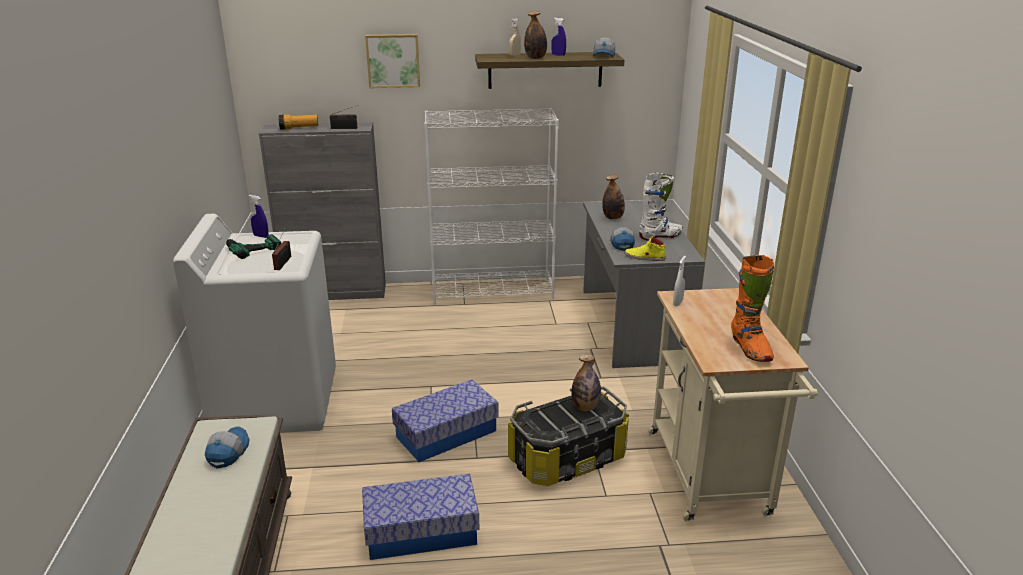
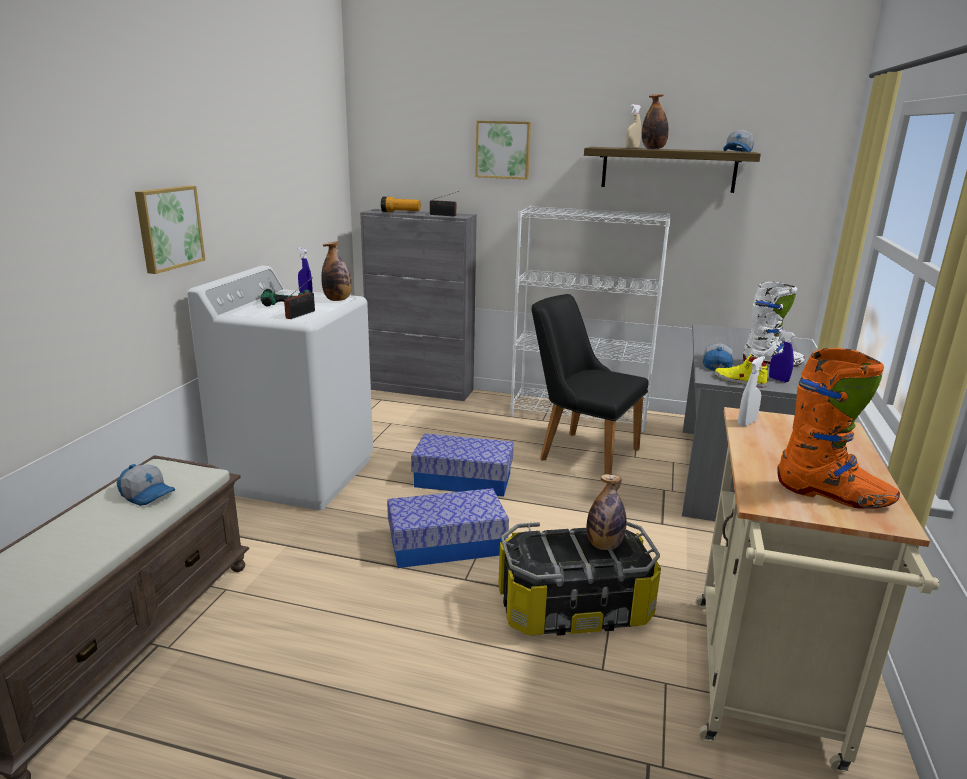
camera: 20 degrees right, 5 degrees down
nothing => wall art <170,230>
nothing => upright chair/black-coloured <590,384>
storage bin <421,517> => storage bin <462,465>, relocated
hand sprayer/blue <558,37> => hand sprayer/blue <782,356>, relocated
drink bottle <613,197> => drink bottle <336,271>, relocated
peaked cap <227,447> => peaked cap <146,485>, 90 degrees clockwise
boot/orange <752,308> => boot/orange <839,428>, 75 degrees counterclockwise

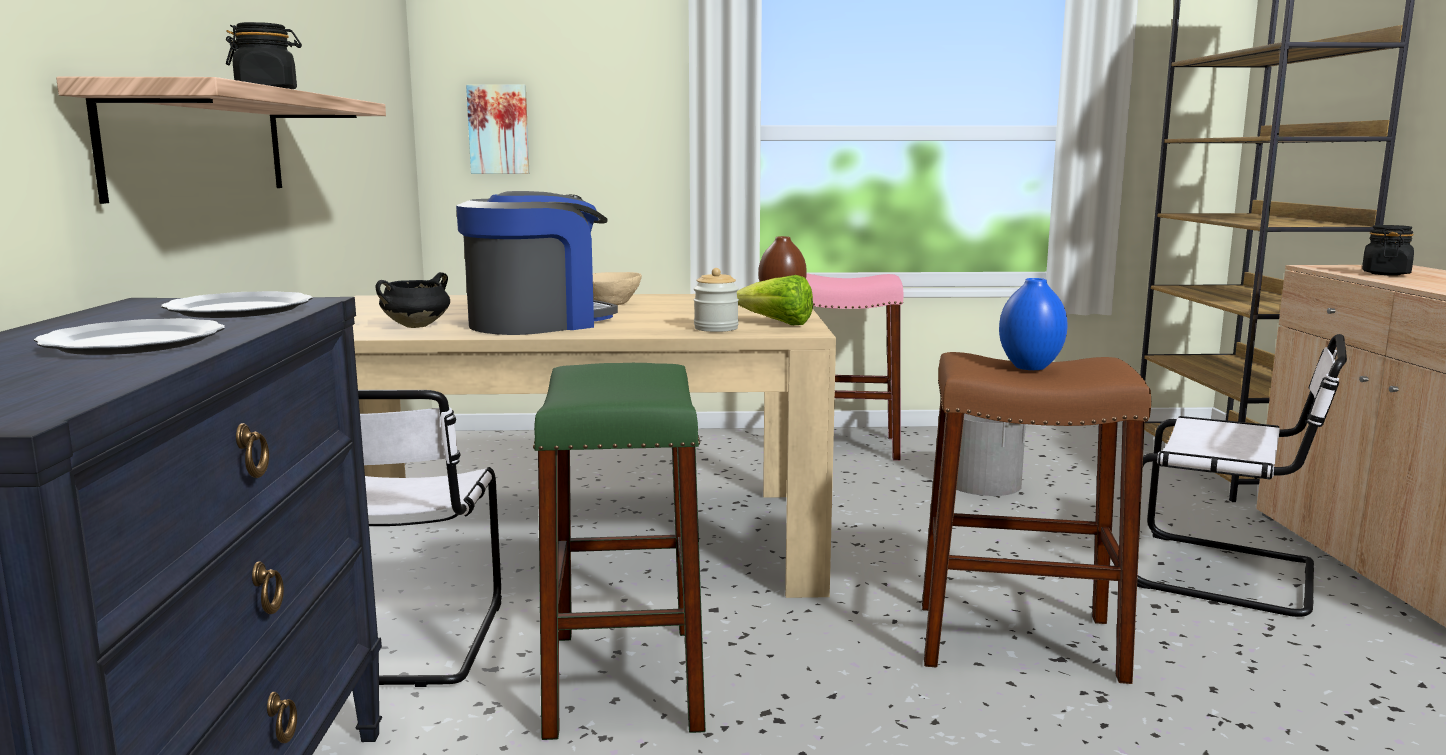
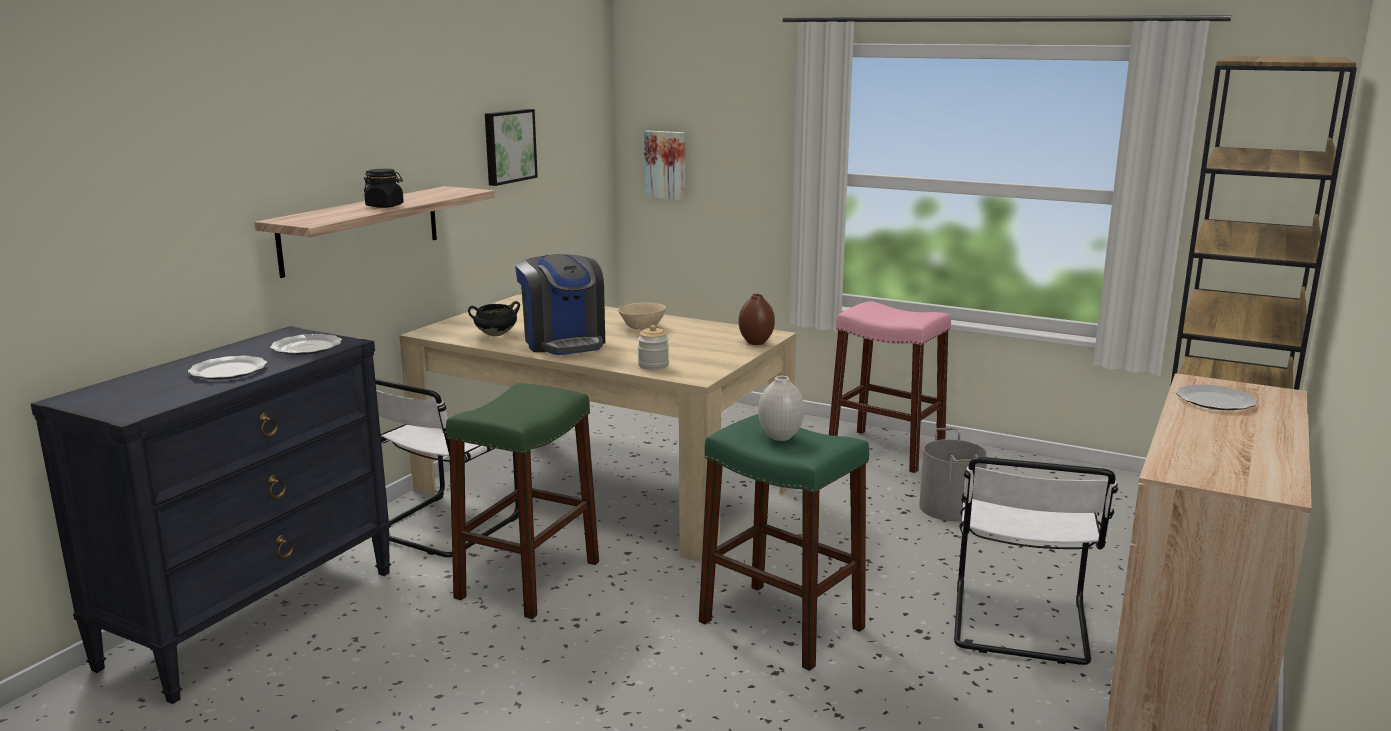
camera: 30 degrees right, 5 degrees up
lettuce <775,300> => nothing
nothing => wall art <511,147>
preserve jar/black-coloured <1388,250> => plate <1216,397>
sitting stool/brownish <1036,518> => sitting stool/greenish <784,542>
vase/blue <1033,324> => vase/white-coloured <781,408>
coffee maker <537,263> => coffee maker <560,304>, 75 degrees clockwise
upright chair/white-coloured <1242,475> => upright chair/white-coloured <1036,561>, 45 degrees clockwise

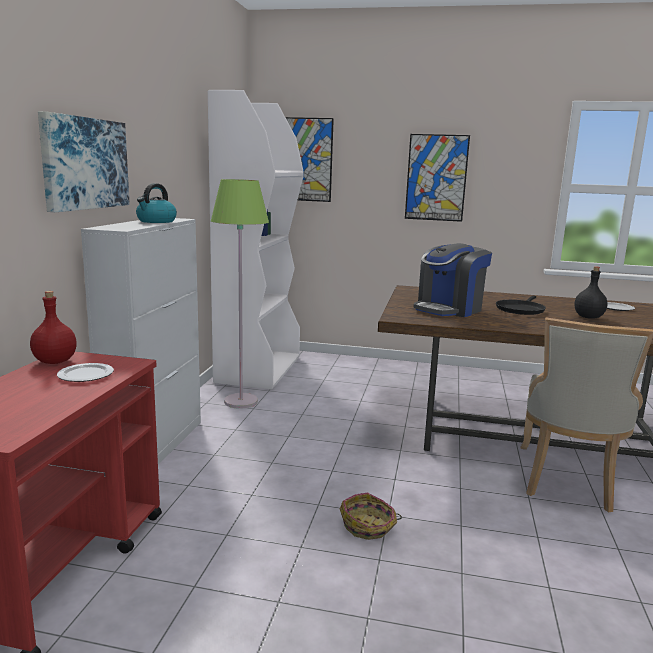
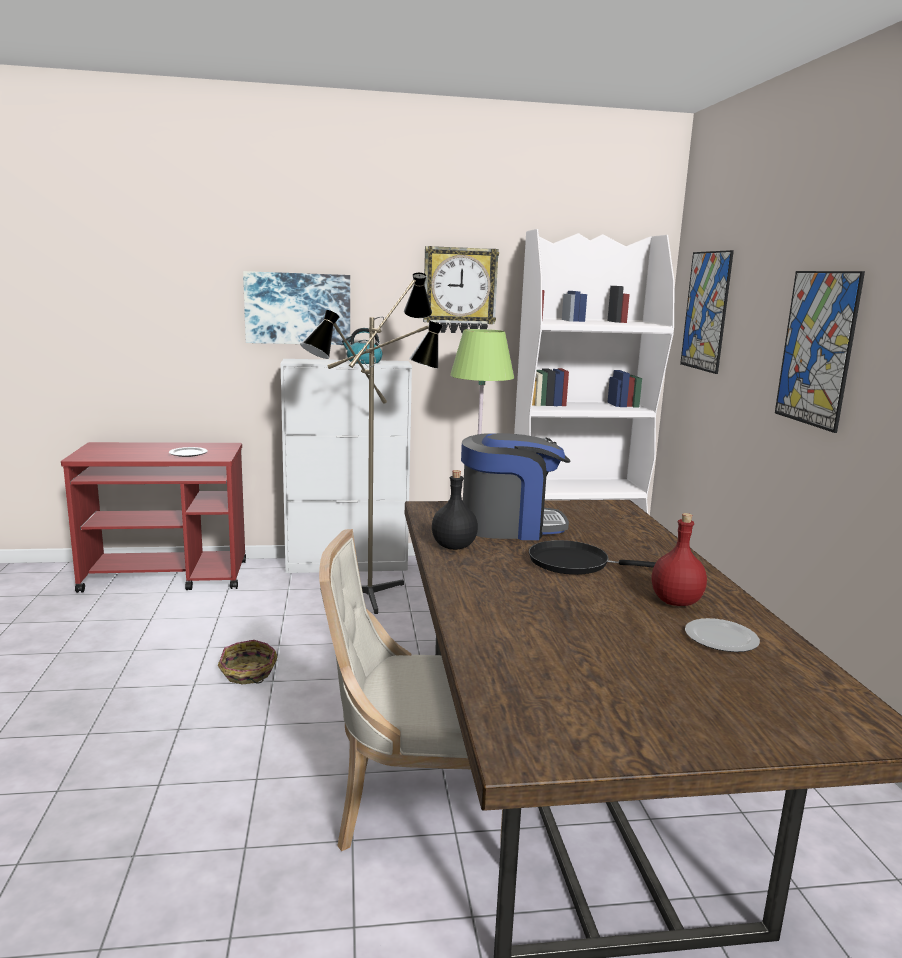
camera: 70 degrees right, 0 degrees up
nothing => standard lamp <371,443>
nothing => wall clock <461,289>
drink bottle/red-coloured <53,327> => drink bottle/red-coloured <679,559>, relocated
drink bottle/black-coloured <591,292> => drink bottle/black-coloured <455,510>, relocated
coffee maker <452,280> => coffee maker <515,486>, 150 degrees clockwise

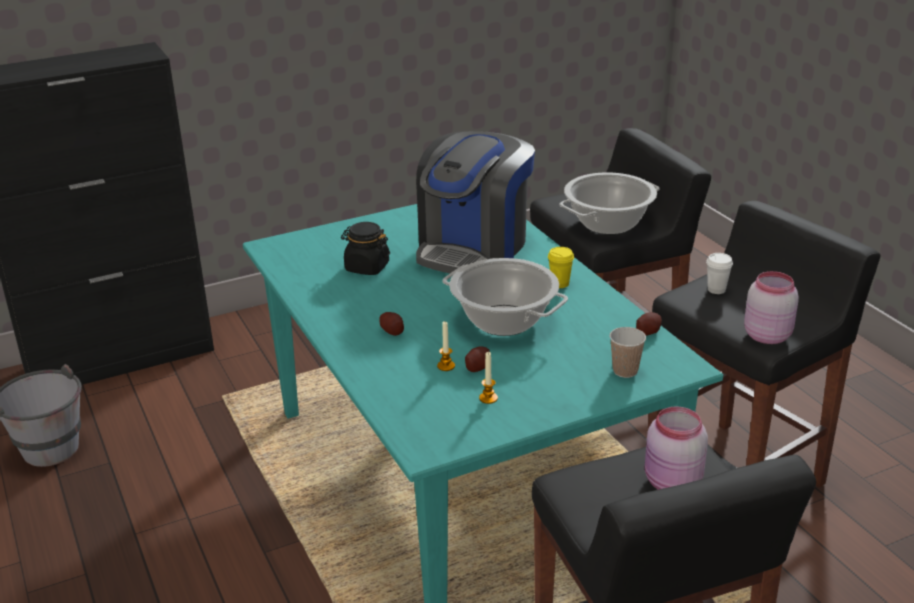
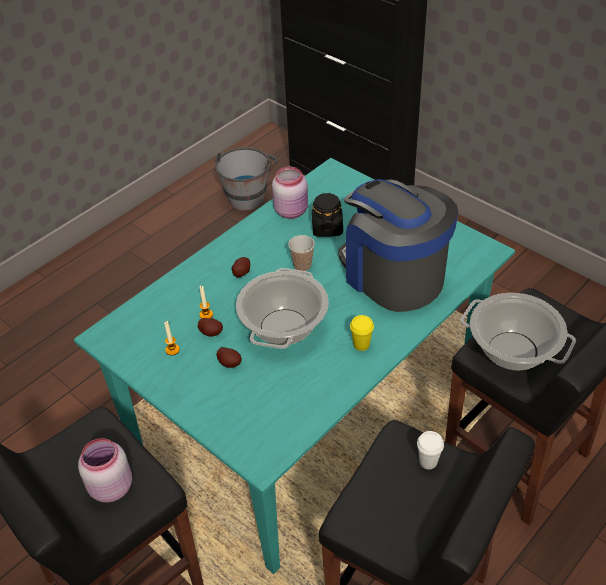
camera: 70 degrees right, 15 degrees up
cup <627,352> => cup <301,253>, relocated
spud <649,324> => spud <229,357>, relocated
preserve jar/pink-coloured <771,307> => preserve jar/pink-coloured <290,193>, relocated
coffee maker <475,202> => coffee maker <398,245>, 45 degrees clockwise

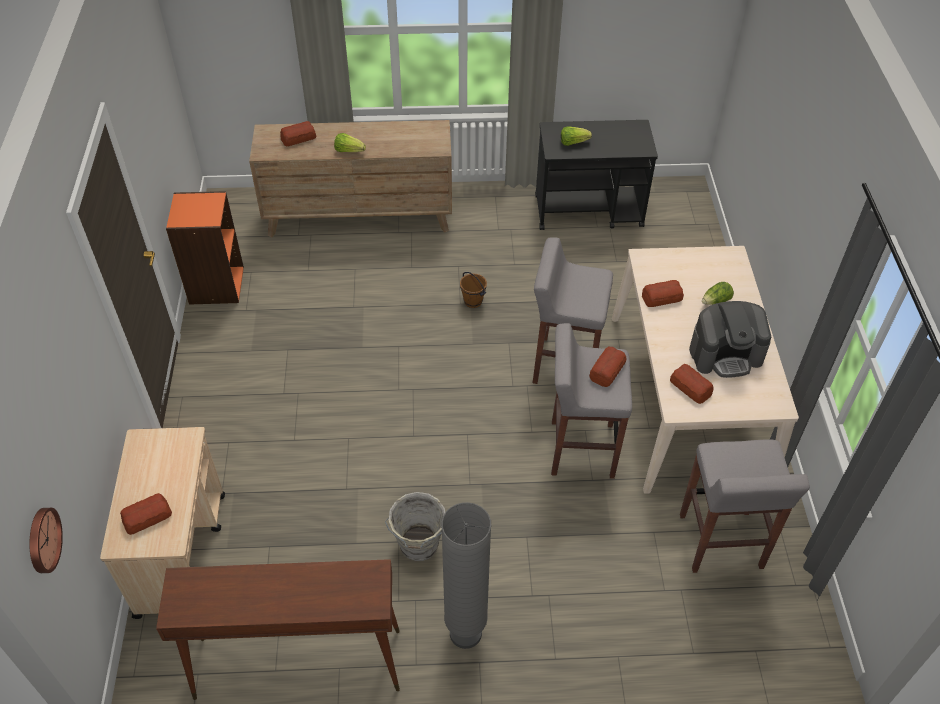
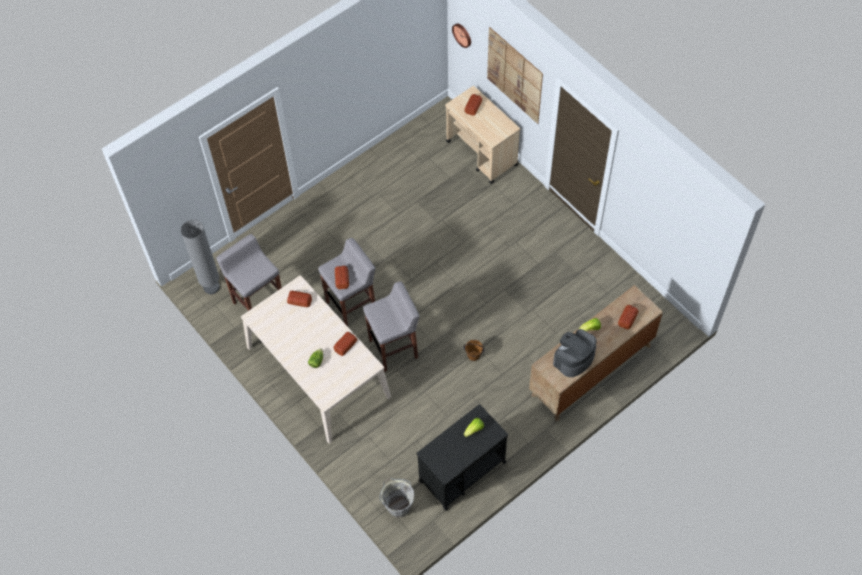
camera: 145 degrees right, 10 degrees up
hall table/brownish <278,629> => nothing
bookcase/orange <205,248> => nothing
nothing => wall art <515,75>
bucket/gray <415,526> => bucket/gray <397,498>, relocated
standard lamp/gray <466,575> => standard lamp/gray <200,257>, relocated
coffee maker <730,339> => coffee maker <574,353>, relocated

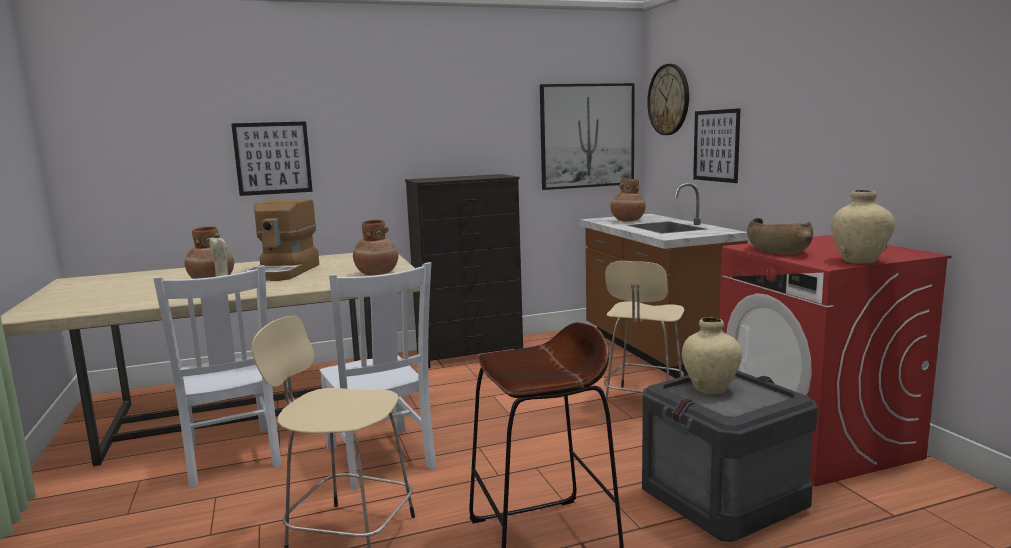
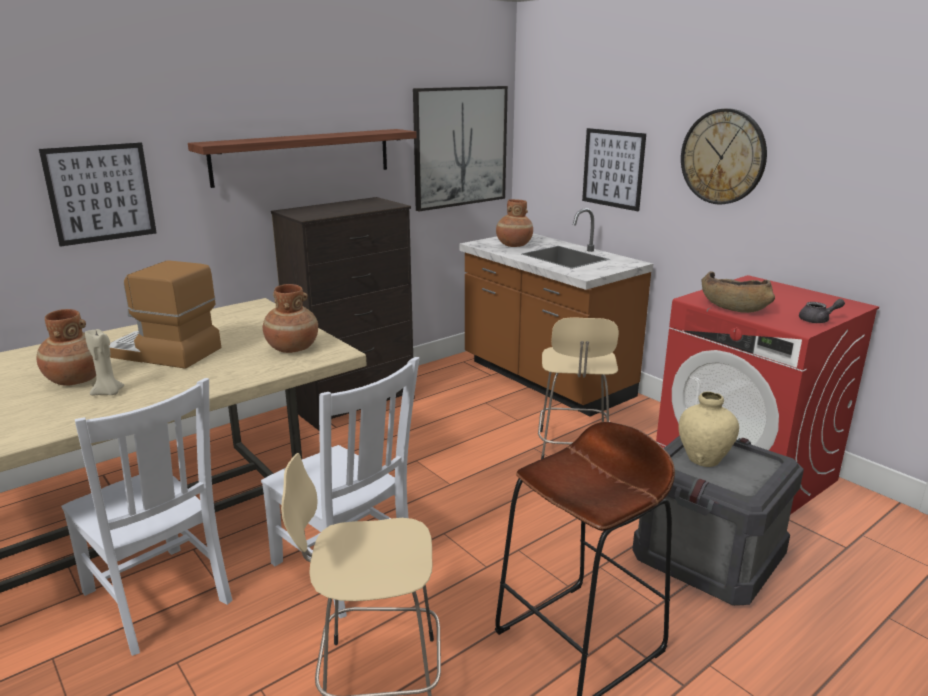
camera: 20 degrees left, 10 degrees up
nothing => bracket shelf <302,158>
wall clock <668,99> => wall clock <724,156>, relocated
vase/sand-coloured <863,227> => pot for tea/gray <822,311>
coffee maker <282,240> => coffee maker <165,314>, 120 degrees clockwise

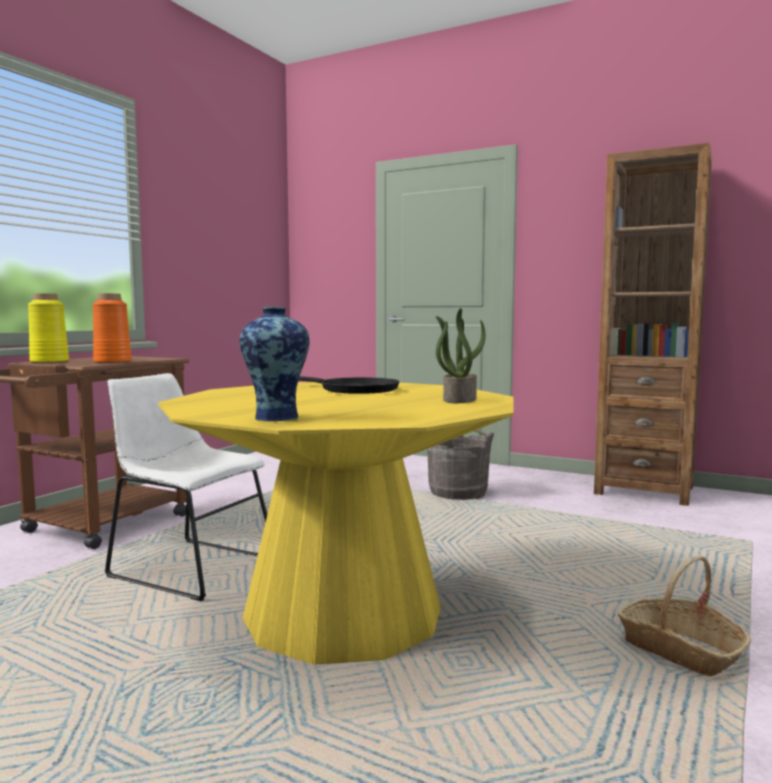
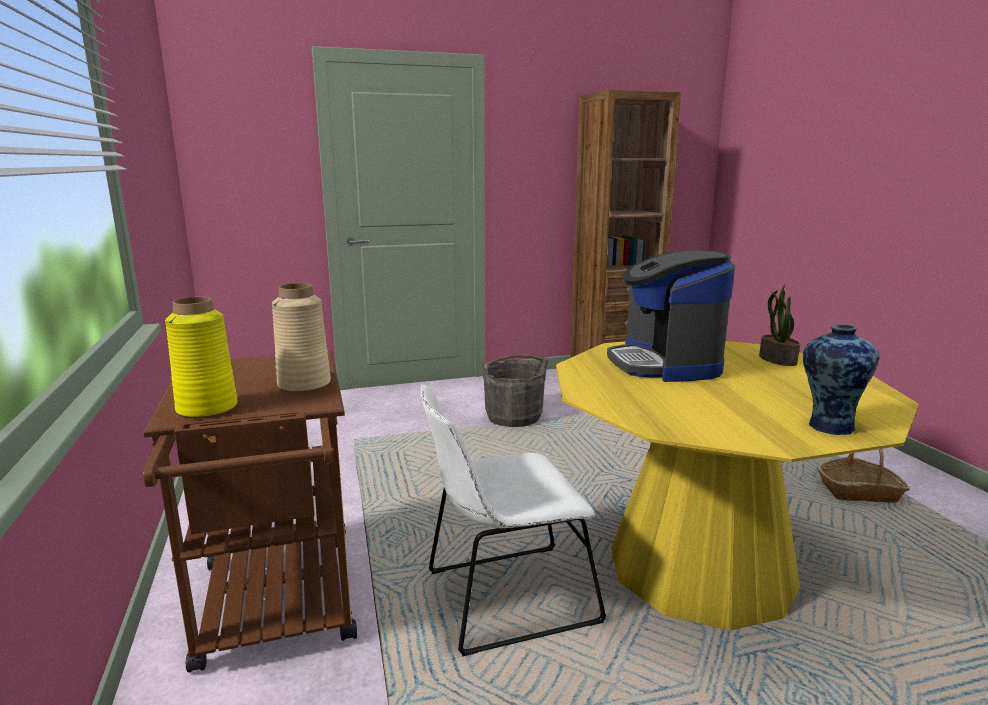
camera: 45 degrees left, 10 degrees up
skillet/black-coloured <348,385> => coffee maker <671,316>
vase/orange <112,328> => vase/sand-coloured <301,337>

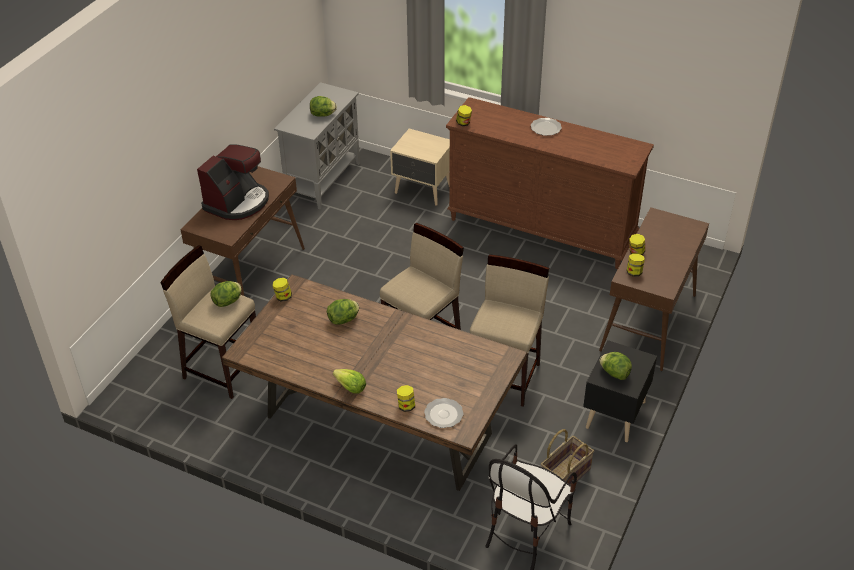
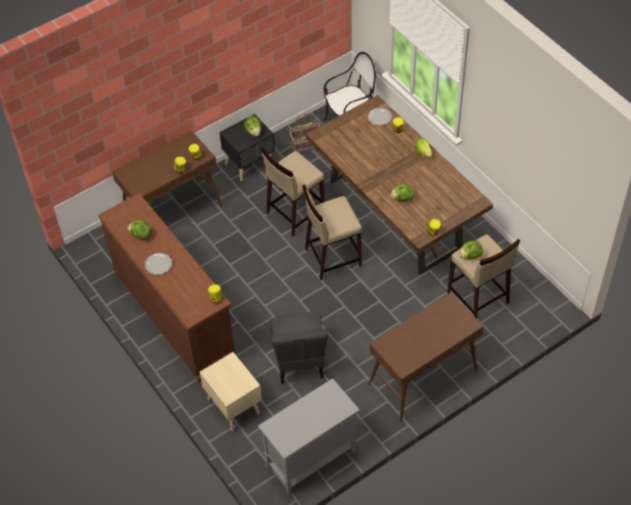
camera: 150 degrees left, 10 degrees up
coffee maker <233,182> => nothing
nothing => upright chair/gray <298,348>
lettuce <323,106> => lettuce <139,230>, relocated

